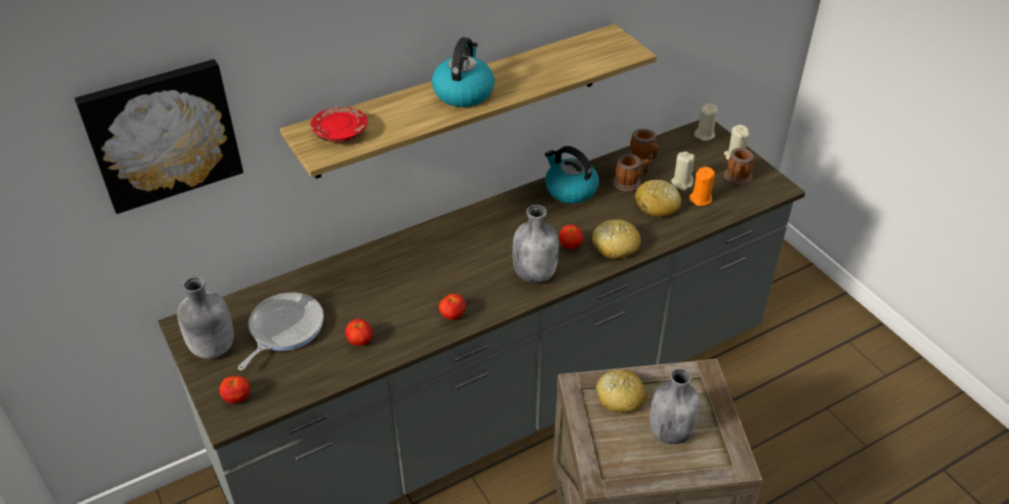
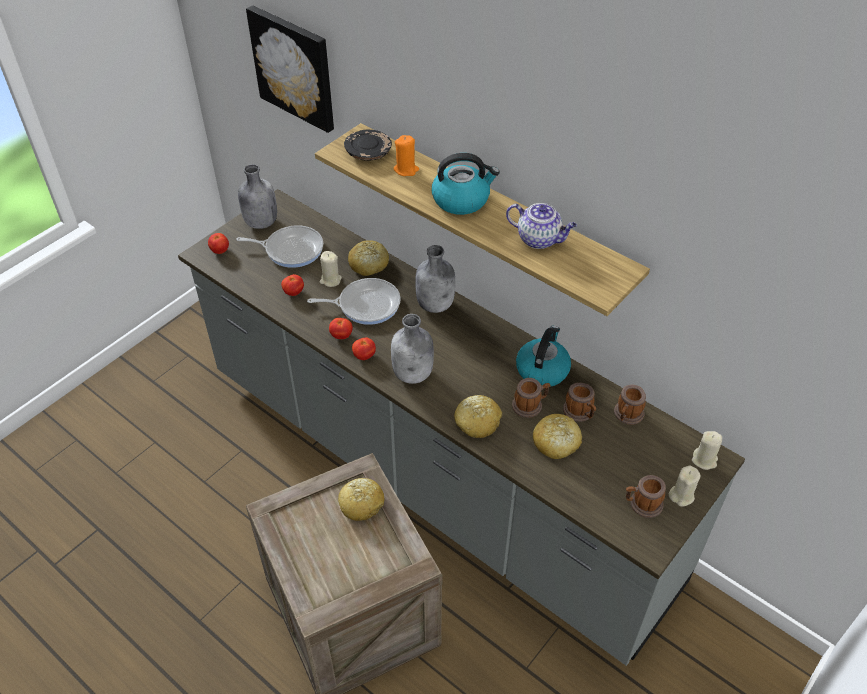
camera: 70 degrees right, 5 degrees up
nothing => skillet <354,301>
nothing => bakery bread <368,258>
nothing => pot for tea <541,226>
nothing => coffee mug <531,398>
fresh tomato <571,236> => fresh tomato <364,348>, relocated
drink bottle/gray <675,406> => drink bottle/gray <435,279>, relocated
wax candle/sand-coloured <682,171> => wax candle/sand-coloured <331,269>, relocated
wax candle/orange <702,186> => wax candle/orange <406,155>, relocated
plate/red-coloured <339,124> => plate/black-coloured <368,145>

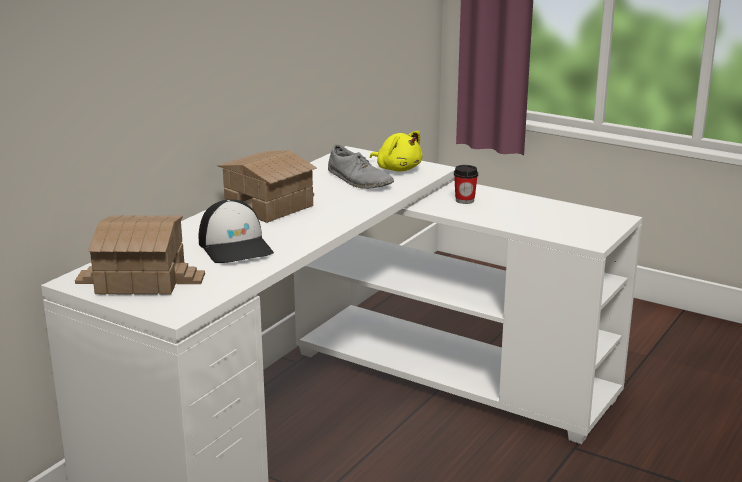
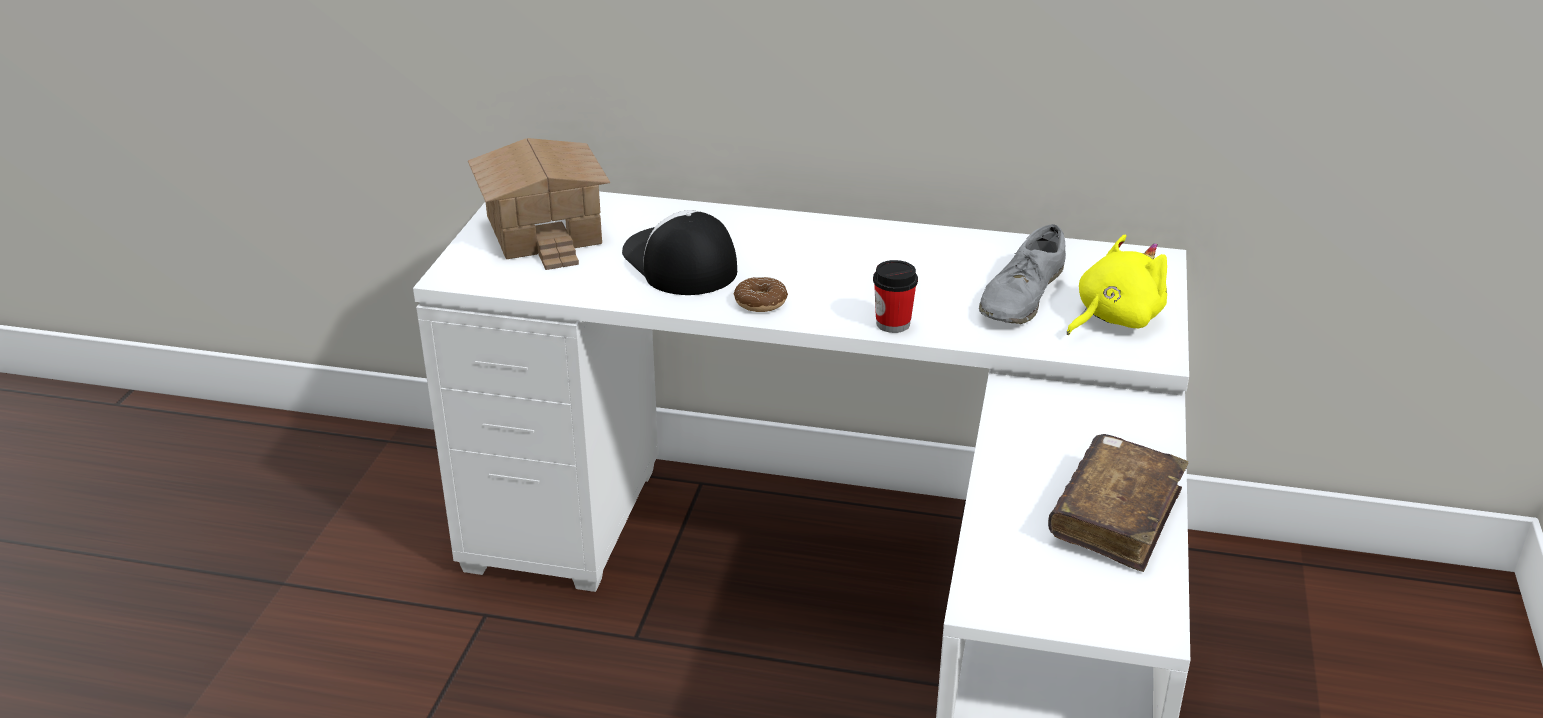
camera: 70 degrees right, 10 degrees up
model house <267,186> => nothing
nothing => ring doughnut <760,294>
nothing => book/brownish <1118,503>
cup <466,184> => cup <895,296>, relocated
peaked cap <236,231> => peaked cap <679,252>, 105 degrees clockwise
plush toy/yellow-coloured <396,151> => plush toy/yellow-coloured <1117,285>, 150 degrees counterclockwise

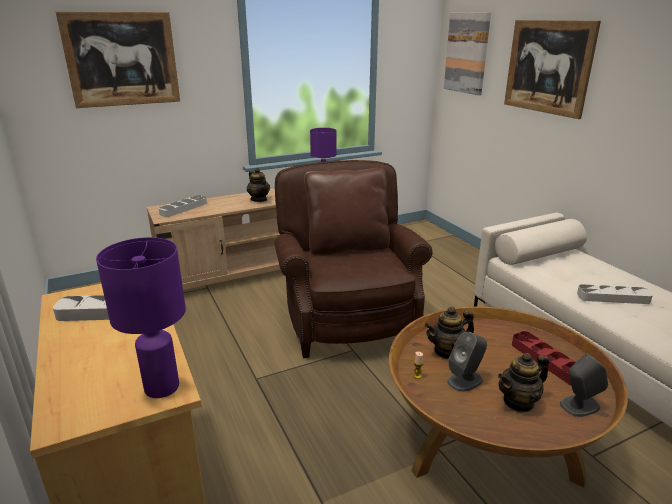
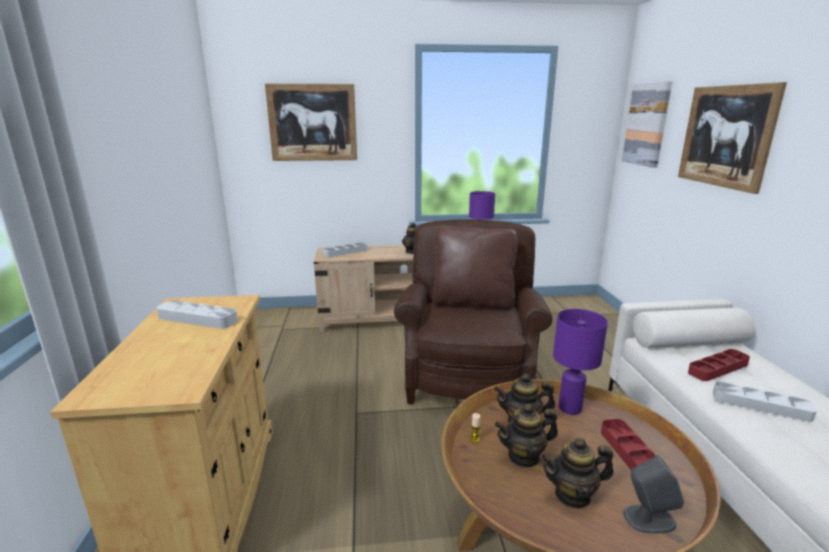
camera: 20 degrees right, 5 degrees down
nothing => serving tray/red-coloured <719,365>
lamp for a table/purplish <141,317> => lamp for a table/purplish <580,362>, relocated
loudspeaker/gray <467,362> => pot for tea <526,436>

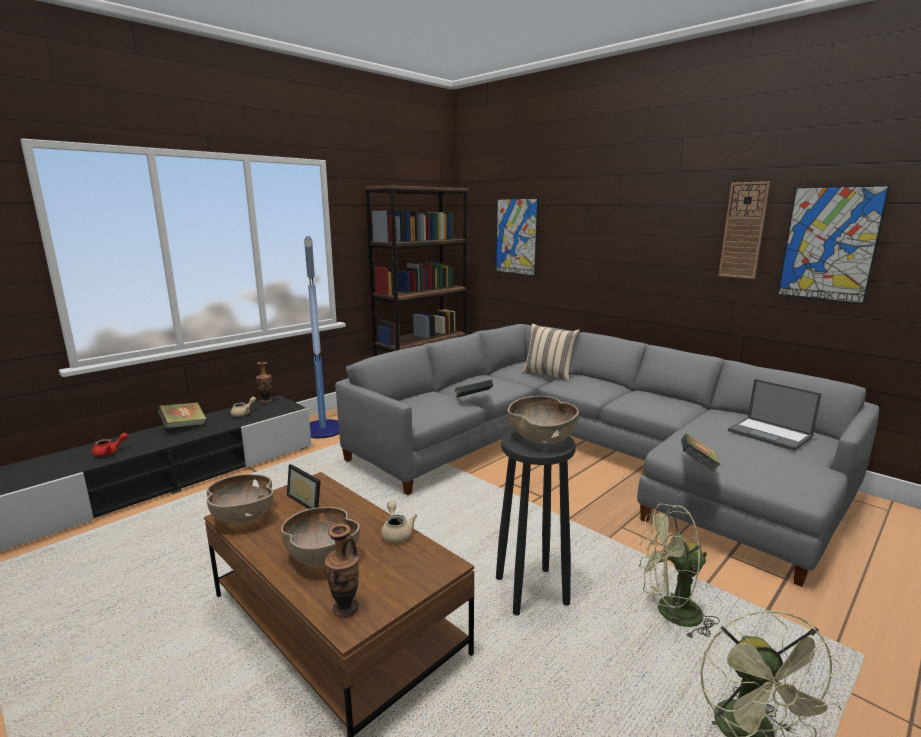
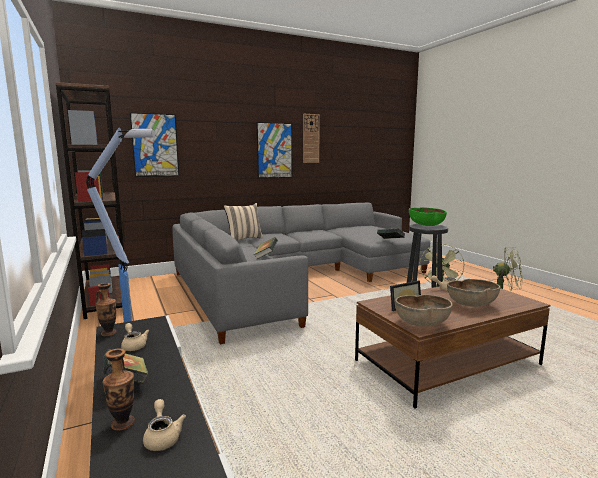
camera: 70 degrees left, 5 degrees down
laptop <775,415> => nothing
vase <341,571> => vase <119,389>, relocated
wall art <834,245> => wall art <274,150>, relocated
pot for tea/red-coloured <110,445> => pot for tea/sand-coloured <164,425>
deep dish/brownish <543,420> => deep dish/greenish <428,216>

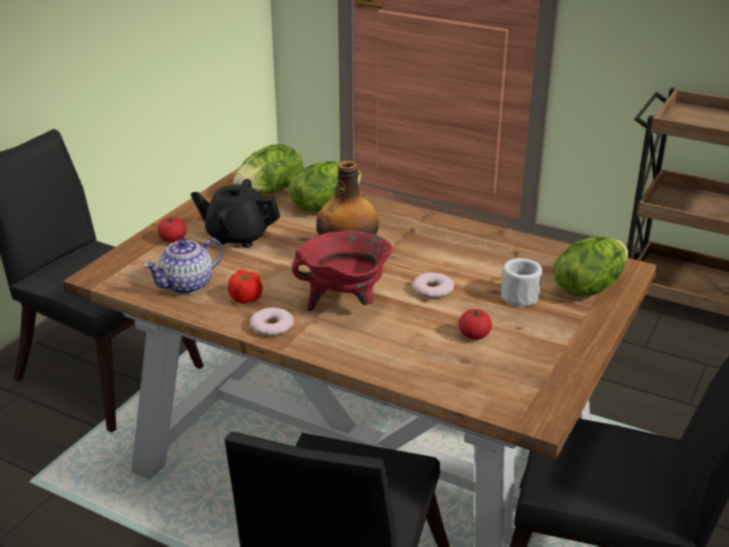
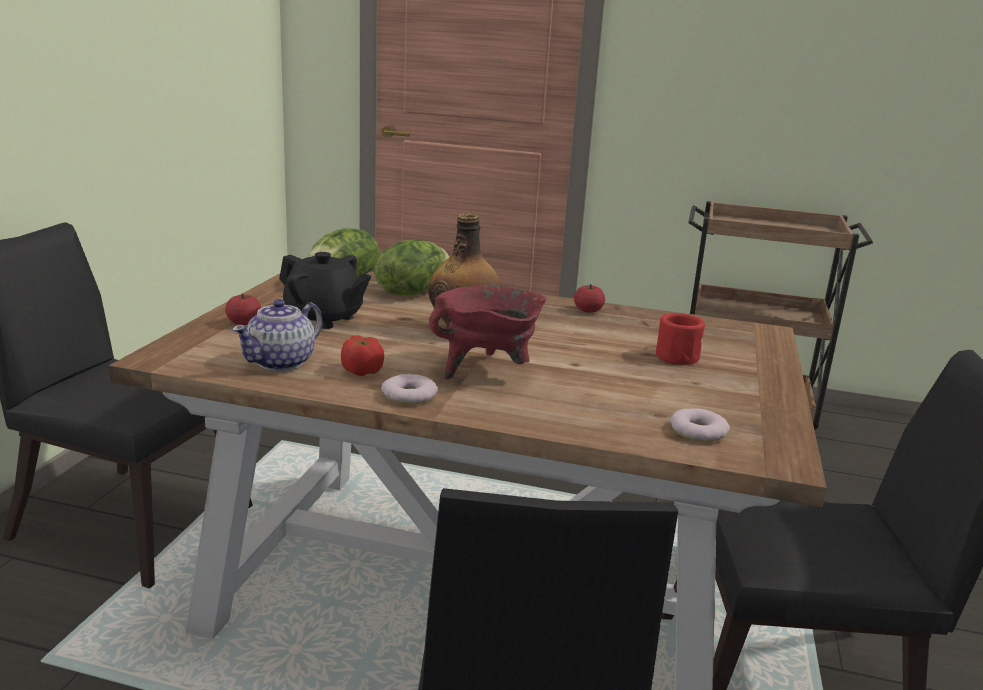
camera: 15 degrees left, 10 degrees down
lettuce <591,266> => nothing
ring doughnut <433,285> => ring doughnut <700,425>, relocated
fresh tomato <475,324> => fresh tomato <589,298>, relocated
coffee mug/white-coloured <521,282> => coffee mug/red-coloured <680,339>
pot for tea/black-coloured <235,213> => pot for tea/black-coloured <325,290>, 150 degrees counterclockwise

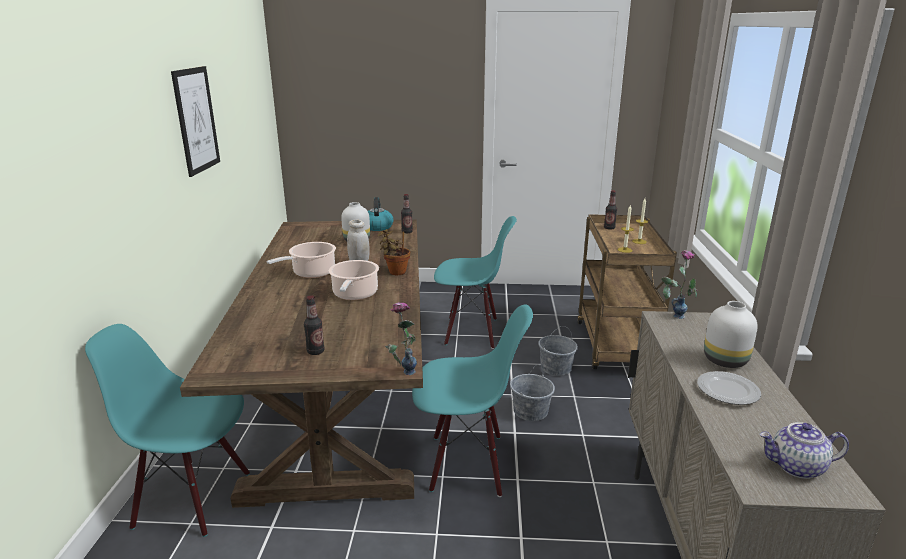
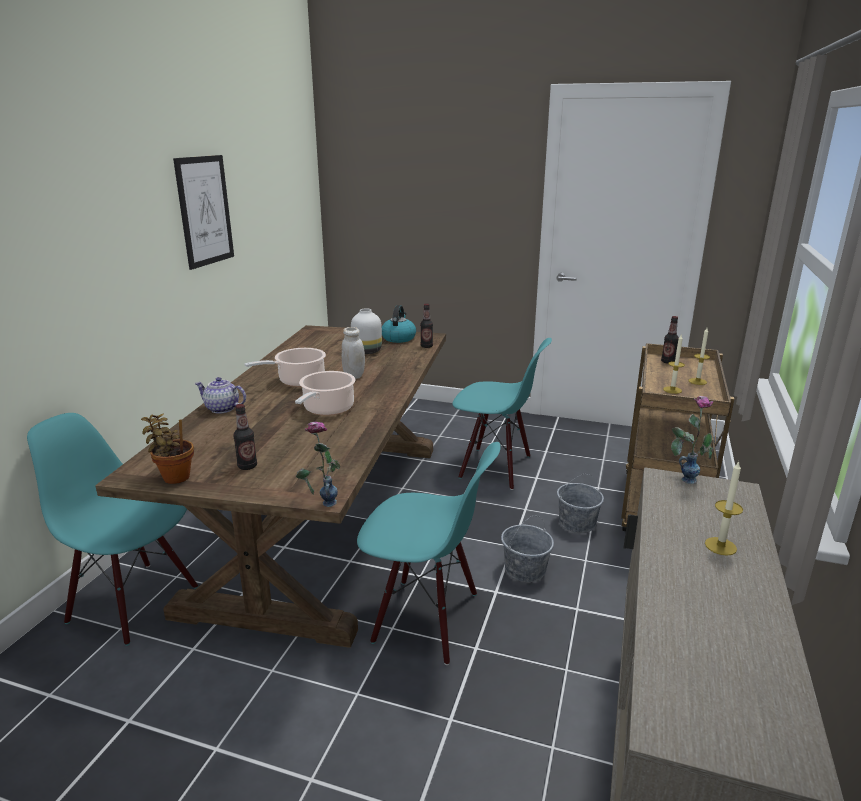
camera: 15 degrees right, 0 degrees up
plate <729,388> => nothing
potted plant <393,252> => potted plant <167,448>, relocated
pot for tea <804,450> => pot for tea <220,395>, relocated
vase/white-coloured <731,334> => wax candle <724,508>

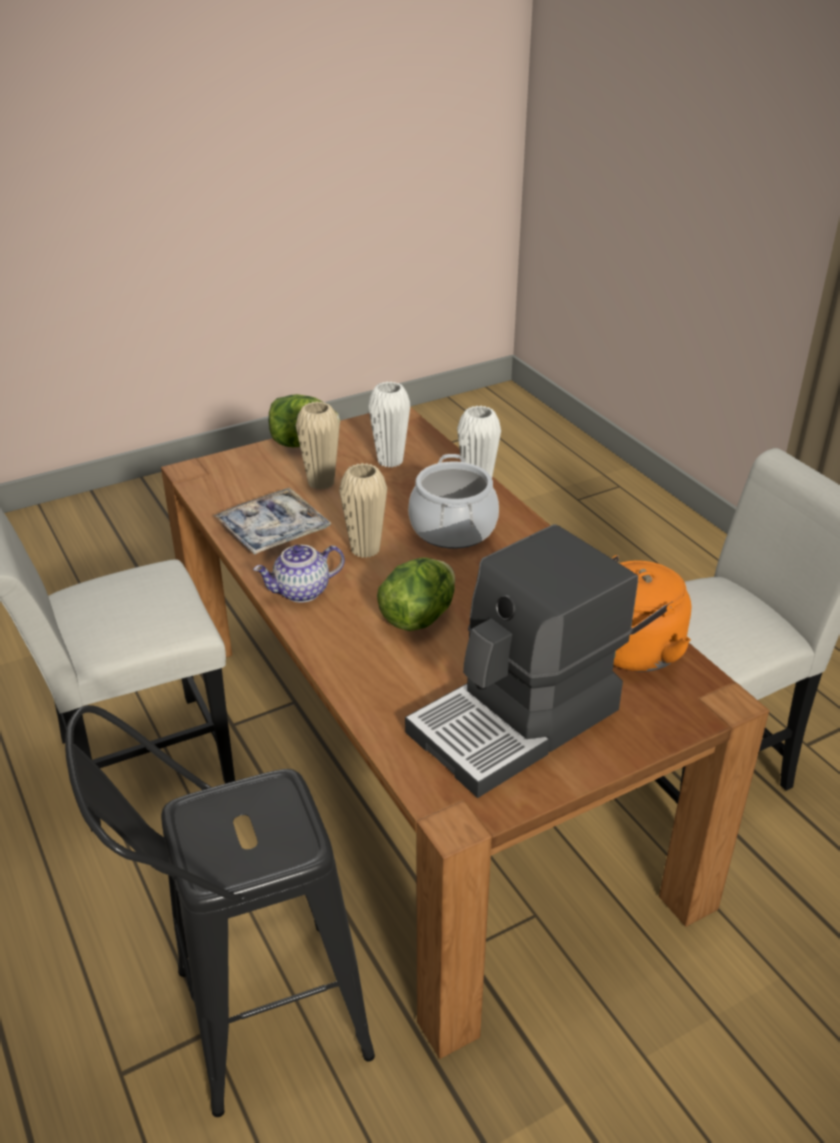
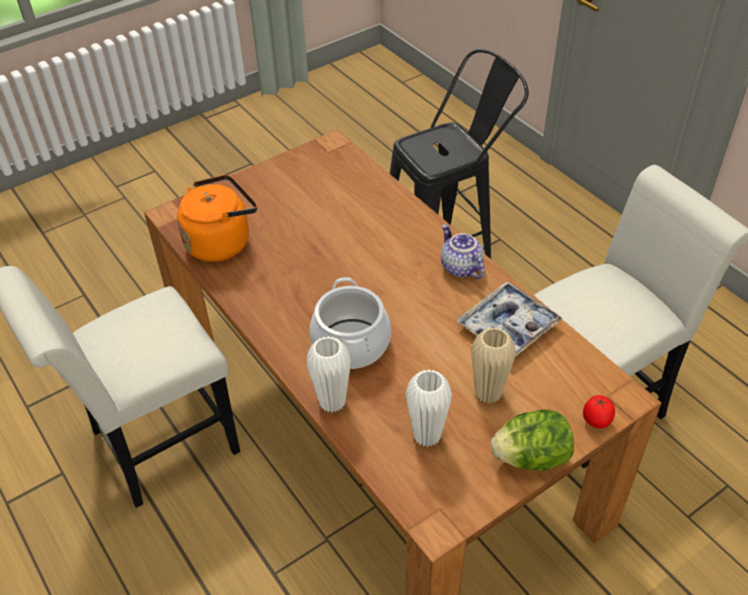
camera: 175 degrees right, 10 degrees up
vase/sand-coloured <363,510> => nothing
lettuce <416,594> => nothing
coffee maker <521,661> => nothing
nothing => fresh tomato <599,412>
pot for tea <299,574> => pot for tea <463,251>, 90 degrees counterclockwise

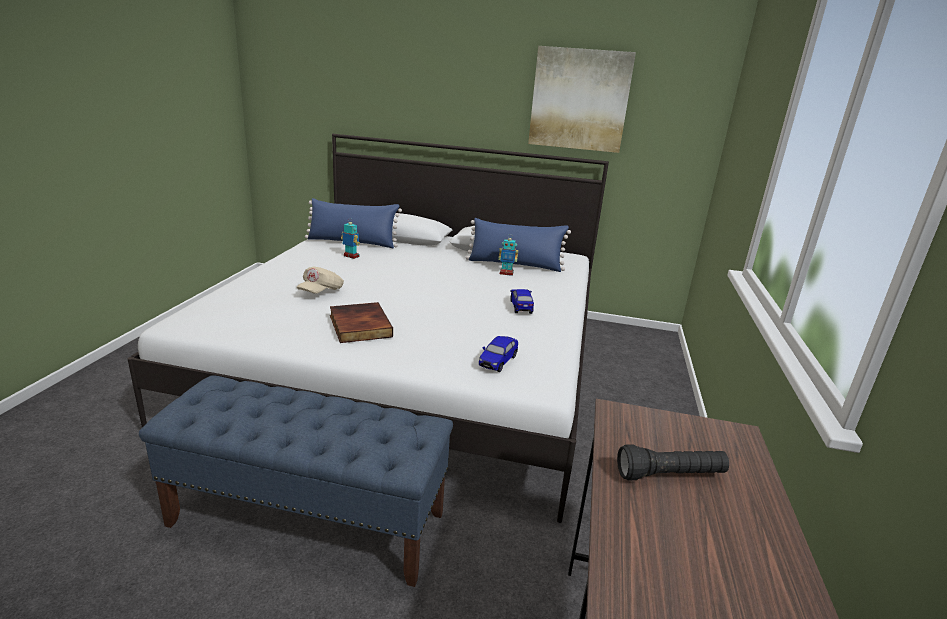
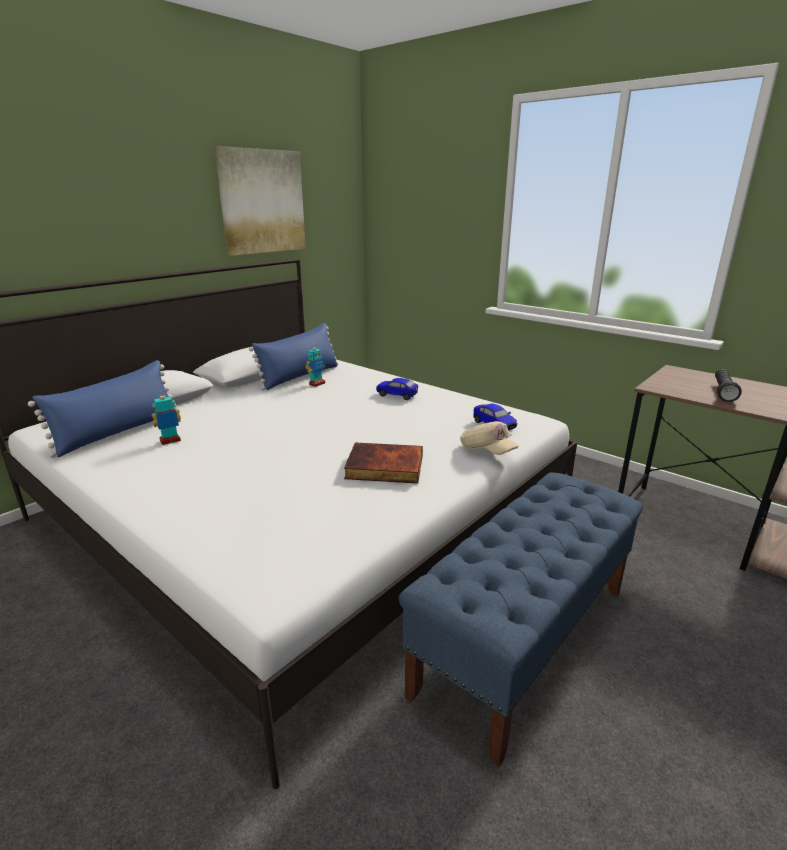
camera: 60 degrees left, 0 degrees up
peaked cap/sand-coloured <320,280> => peaked cap/sand-coloured <489,438>, relocated

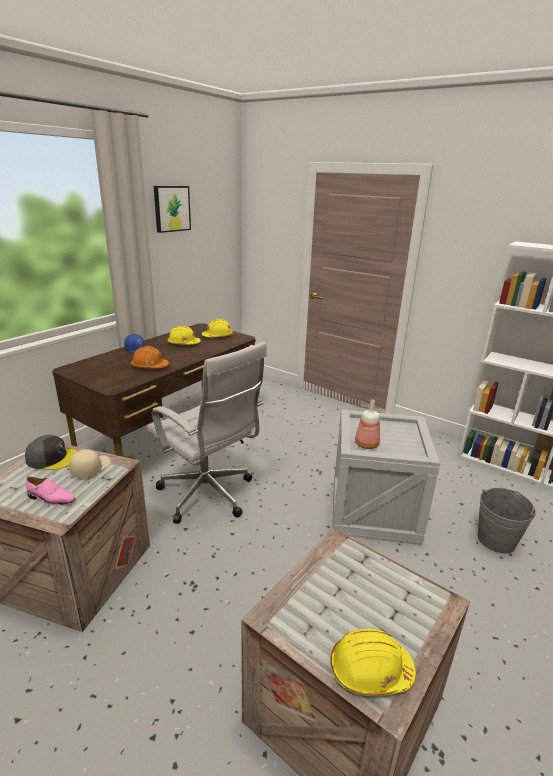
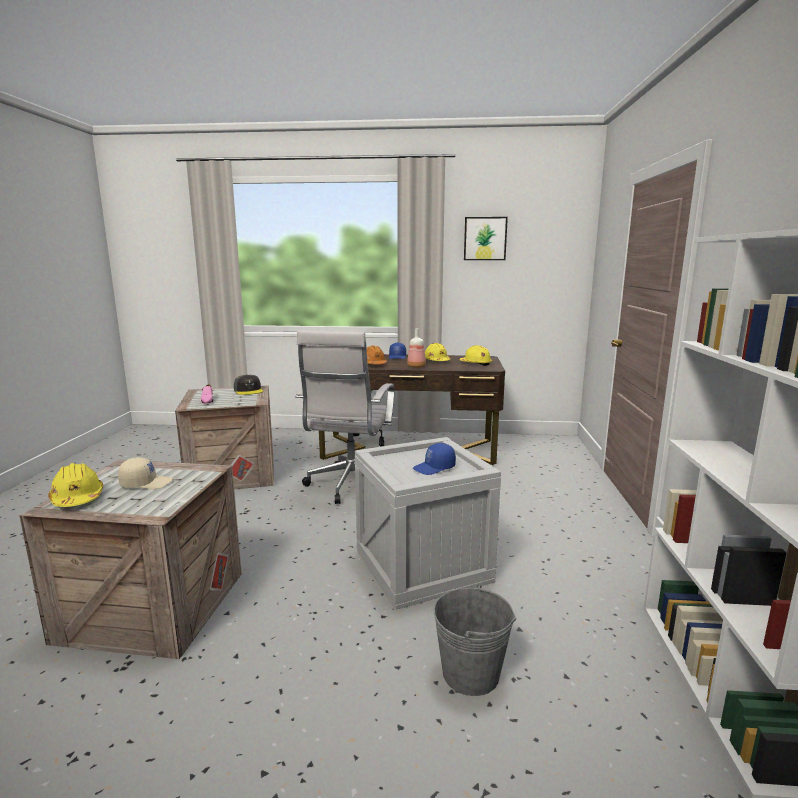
camera: 60 degrees right, 10 degrees down
nothing => peaked cap/blue <434,459>
peaked cap/sand-coloured <90,463> => peaked cap/sand-coloured <145,473>, relocated
drink bottle <367,424> => drink bottle <416,348>, relocated

